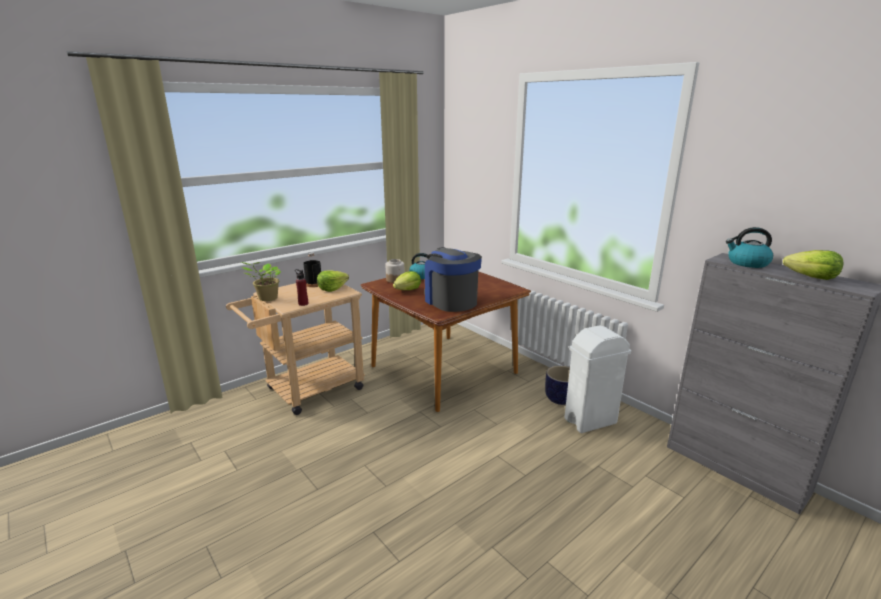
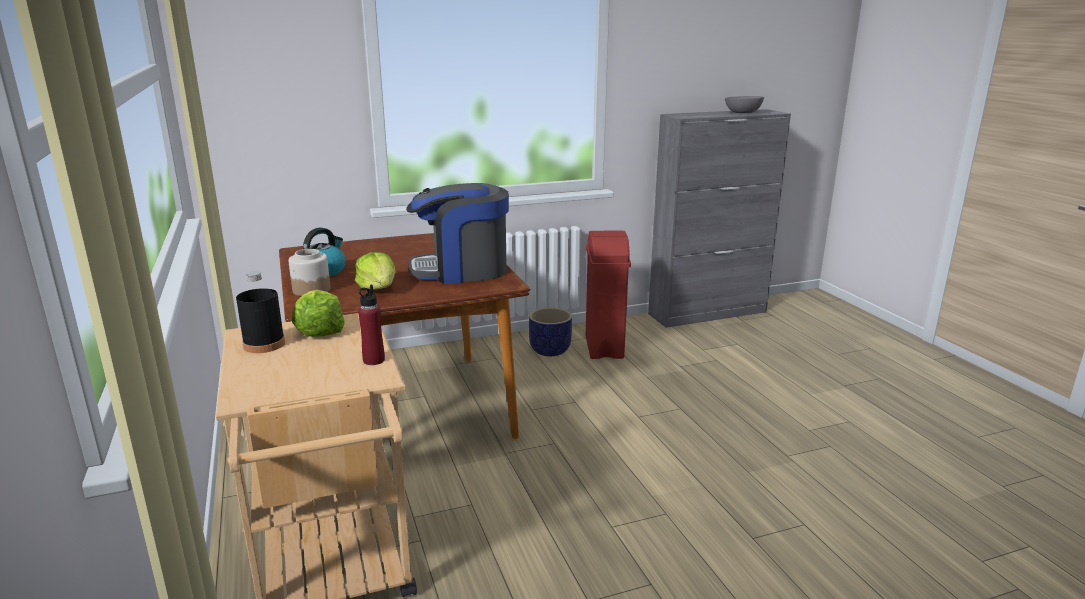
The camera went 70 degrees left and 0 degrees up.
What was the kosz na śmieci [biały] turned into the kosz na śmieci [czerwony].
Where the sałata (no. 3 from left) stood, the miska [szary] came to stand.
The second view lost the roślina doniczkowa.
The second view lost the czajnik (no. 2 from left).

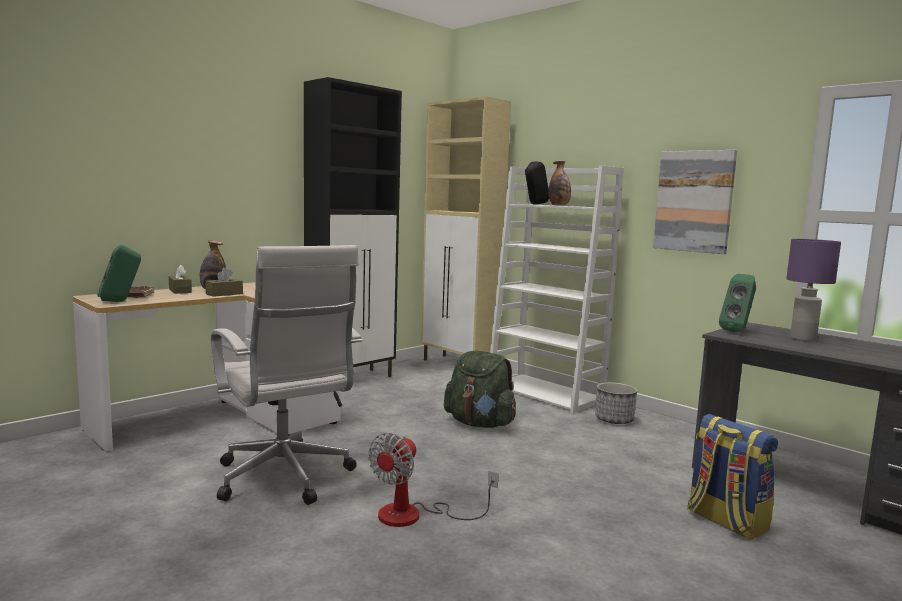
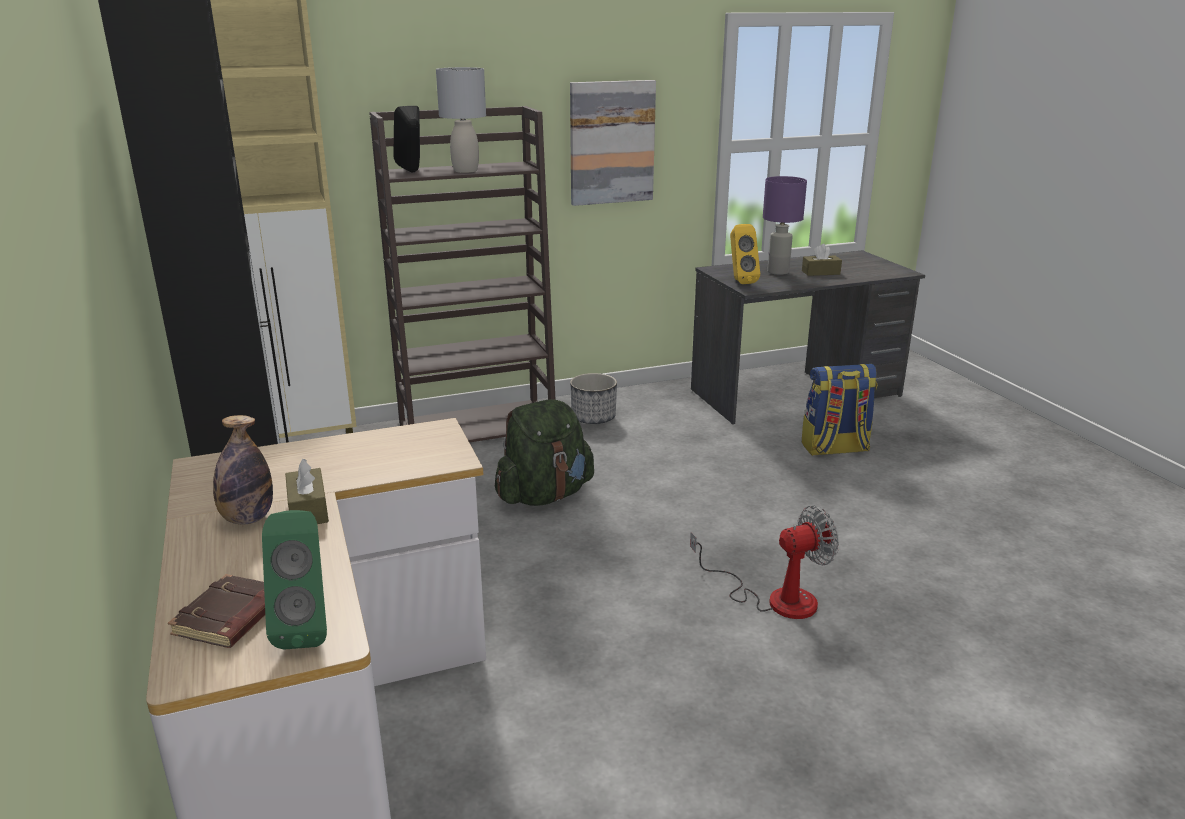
The camera went 65 degrees left and 15 degrees up.
What was the regał [biały] turned into the regał [brązowy].
Where the butelka (no. 2 from left) stood, the lampa stołowa [szary] came to stand.
The wentylator ended up facing another way, 75 degrees counterclockwise from before.
What was the głośnik [zielony] (no. 2 from left) turned into the głośnik [żółty].
The pudełko chusteczek [brązowy] (no. 1 from left in the first image) ended up elsewhere.
The second view lost the krzesło biurowe [biały].

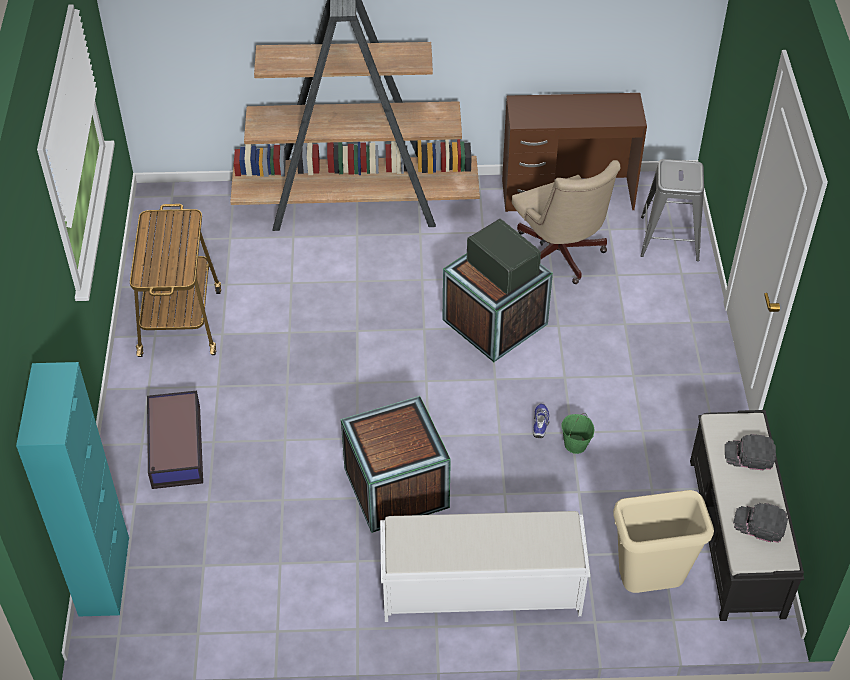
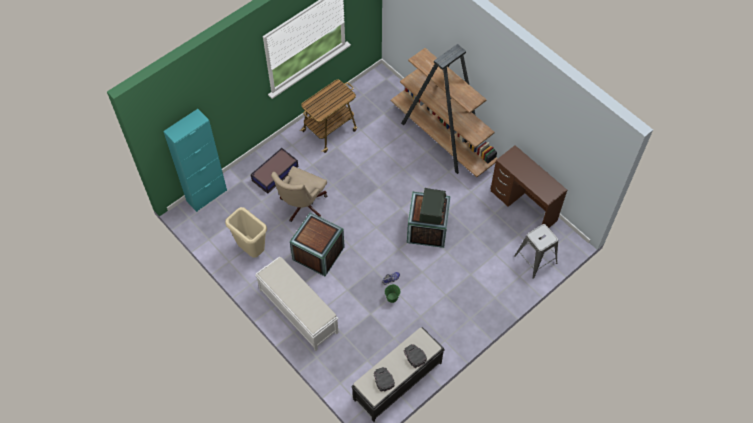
The camera went 50 degrees right and 10 degrees up.
The kosz na śmieci [beżowy] ended up elsewhere.
The krzesło biurowe [beżowy] ended up elsewhere.

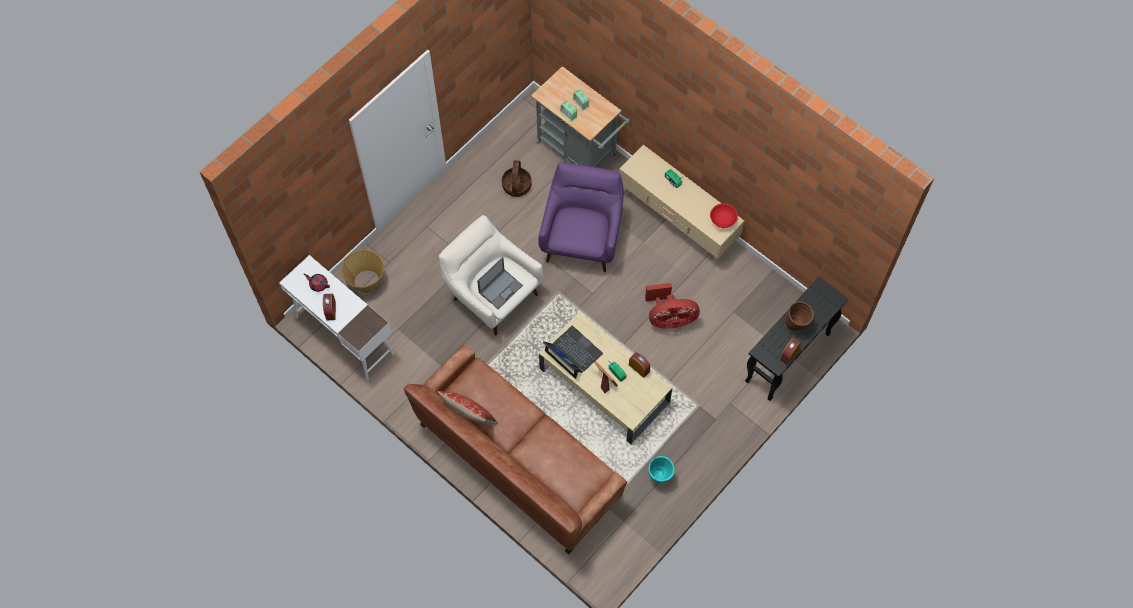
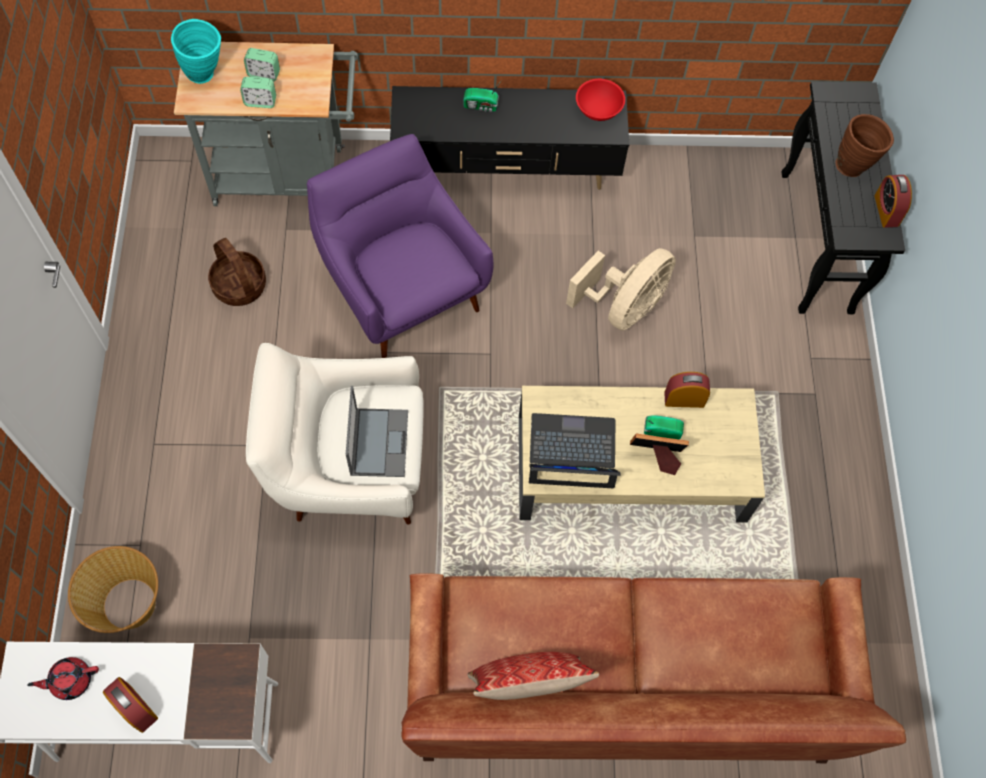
The camera went 45 degrees left and 0 degrees up.
The wazon [turkusowy] ended up elsewhere.
What was the szafka pod telewizor [beżowy] turned into the szafka pod telewizor [czarny].
What was the wentylator [czerwony] turned into the wentylator [beżowy].

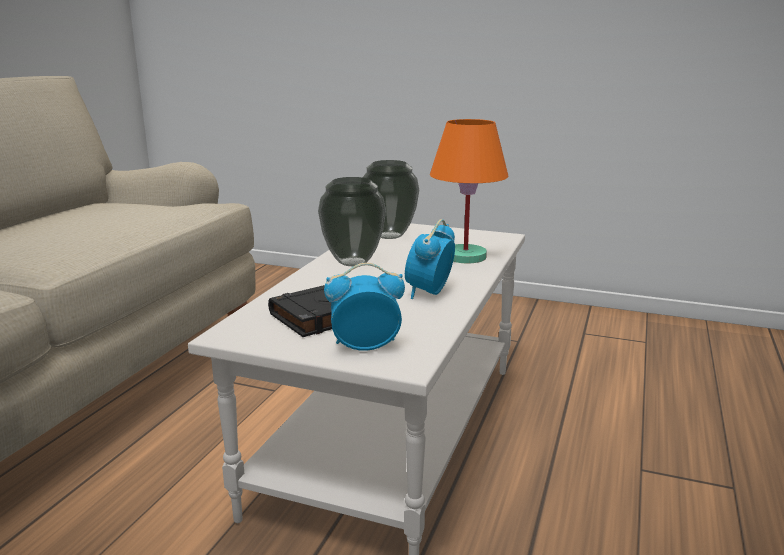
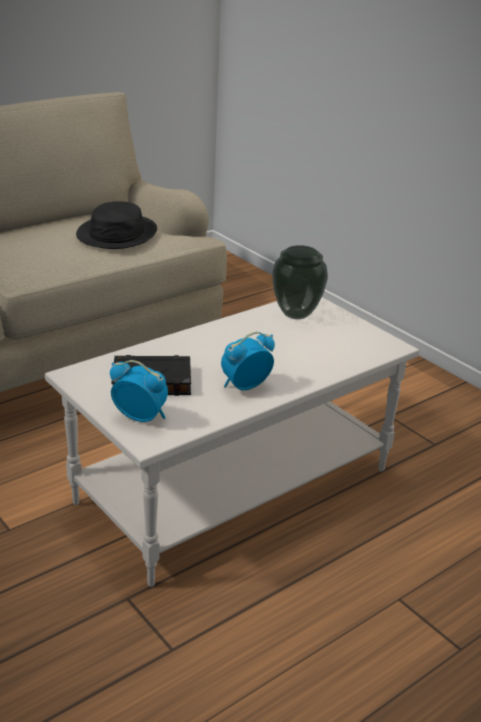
The camera went 30 degrees right and 10 degrees up.
The second view gained the kapelusz [czarny].
The second view lost the wazon (no. 1 from left).
The second view lost the lampa stołowa [pomarańczowy].

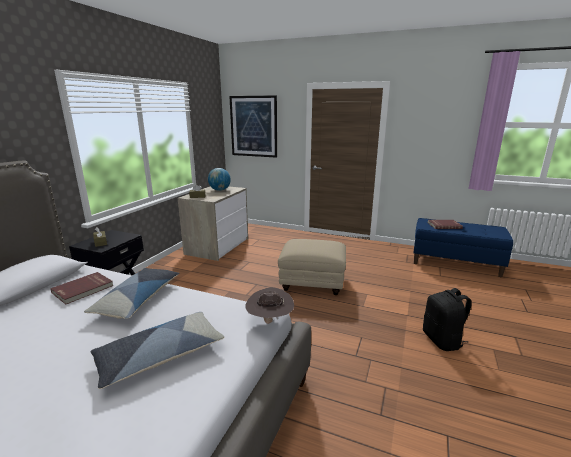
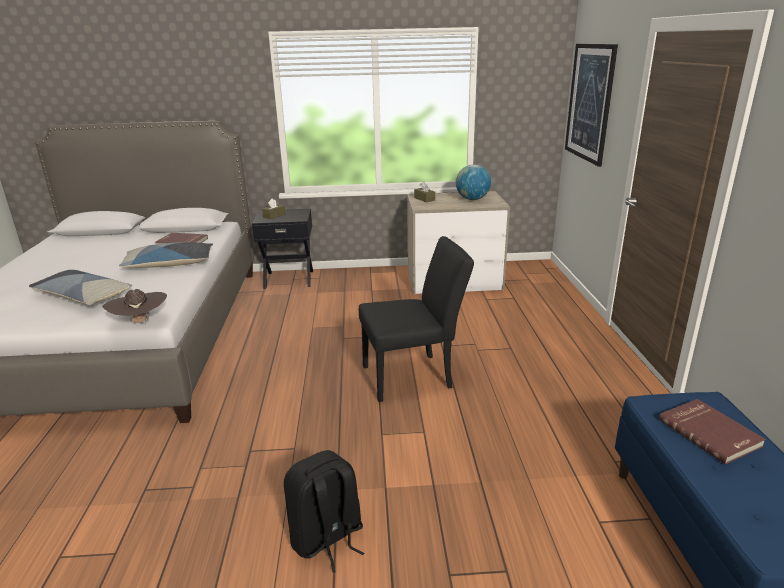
The camera went 65 degrees right and 5 degrees up.
Where the pufa [beżowy] stood, the krzesło [czarny] came to stand.

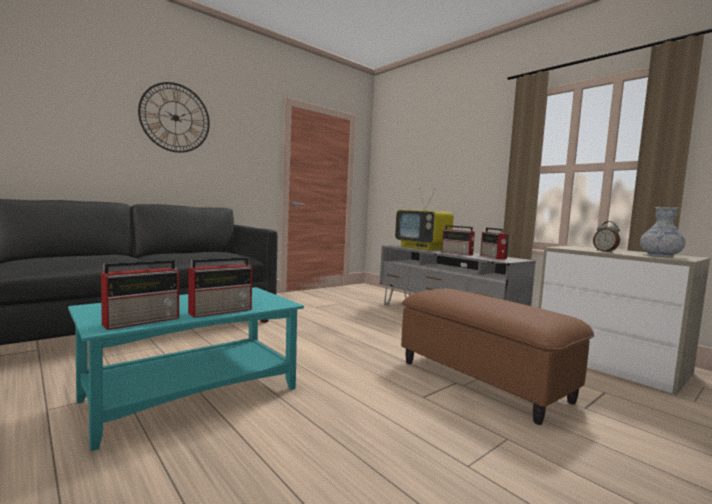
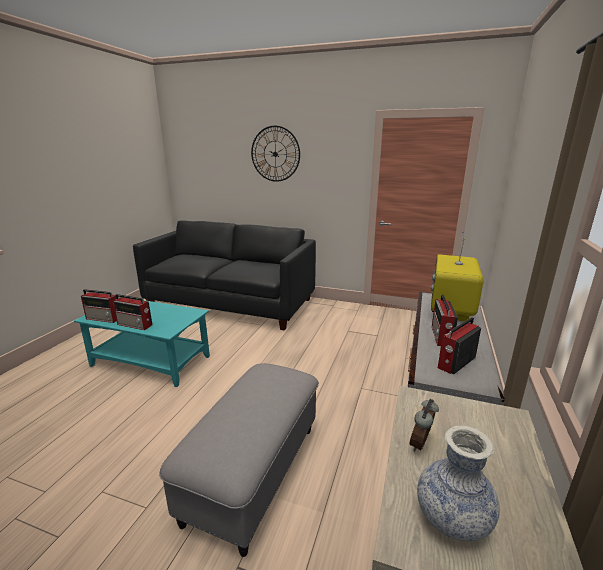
The camera went 60 degrees right and 15 degrees up.
What was the pufa [brązowy] turned into the pufa [szary].

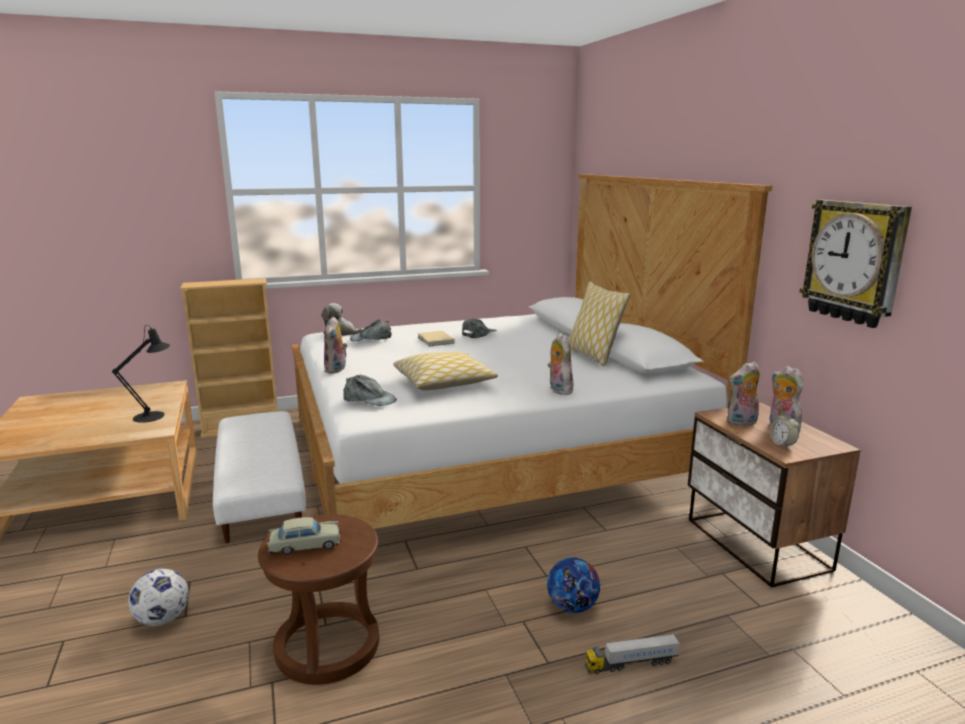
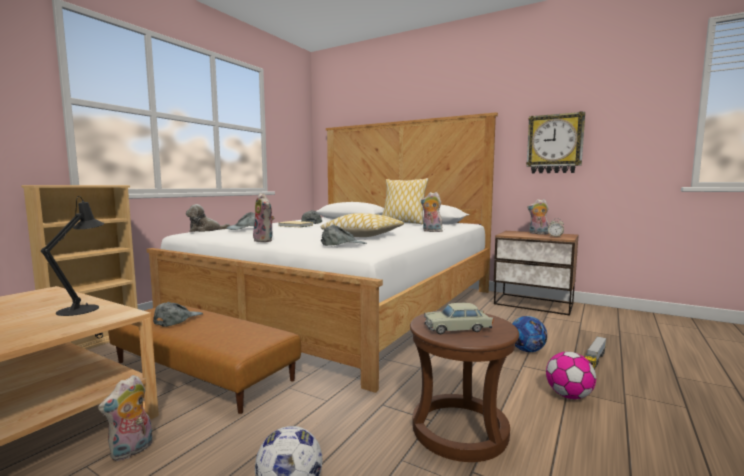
The camera went 40 degrees left and 10 degrees down.
The pluszak (no. 4 from left in the first image) ended up elsewhere.
What was the pufa [biały] turned into the pufa [brązowy].
The second view gained the czapka z daszkiem [szary] (no. 1 from left).
The samochodzik [beżowy] ended up facing another way, 135 degrees counterclockwise from before.
The second view gained the piłka futbolowa (no. 3 from left).

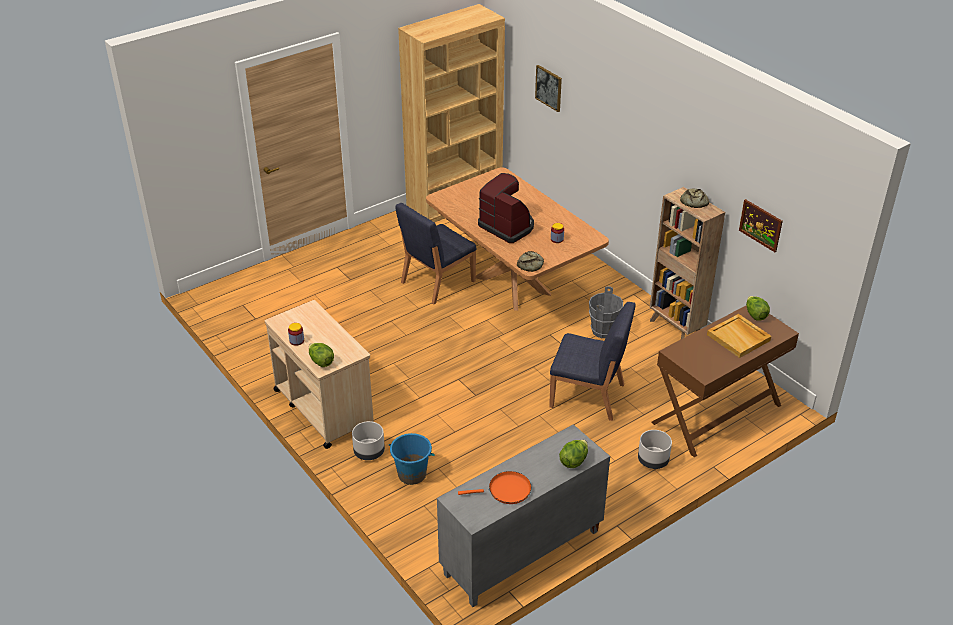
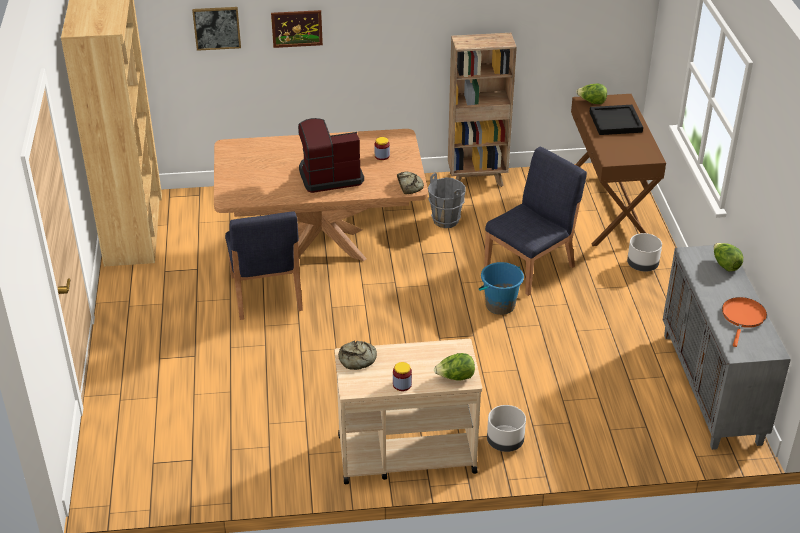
The camera went 60 degrees left and 0 degrees up.
The obraz (no. 2 from left) ended up elsewhere.
The chleb (no. 2 from left in the first image) ended up elsewhere.
The wiadro [niebieski] ended up elsewhere.
What was the taca [beżowy] turned into the taca [czarny].

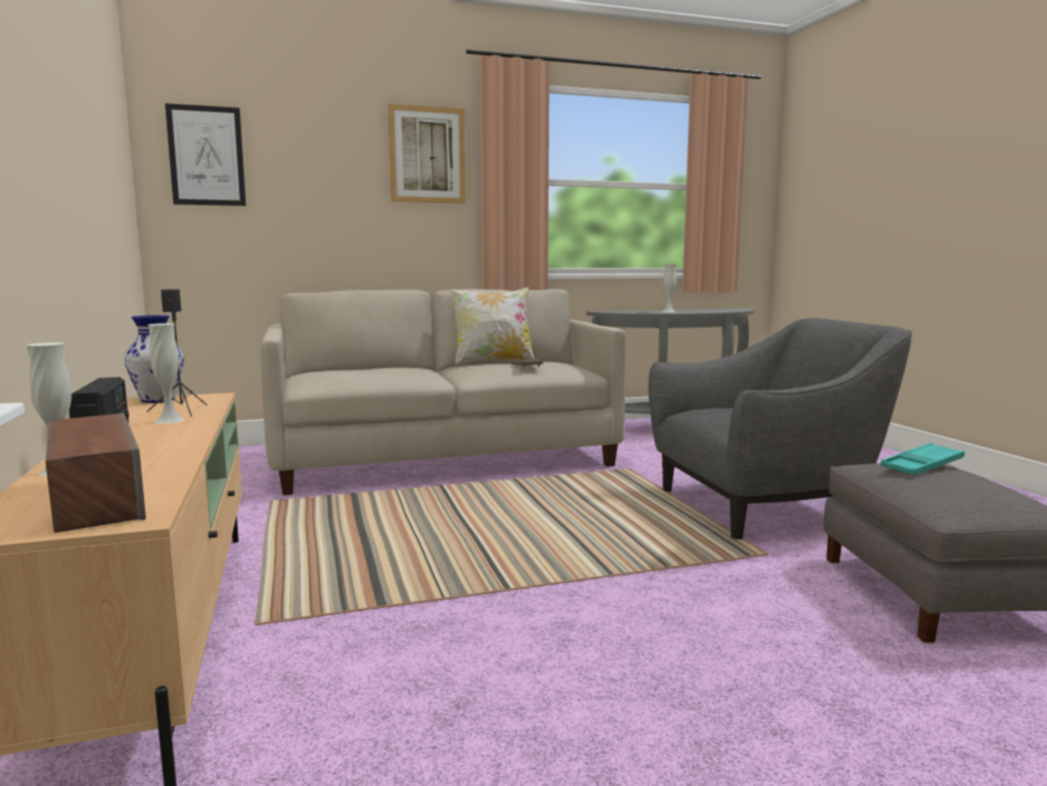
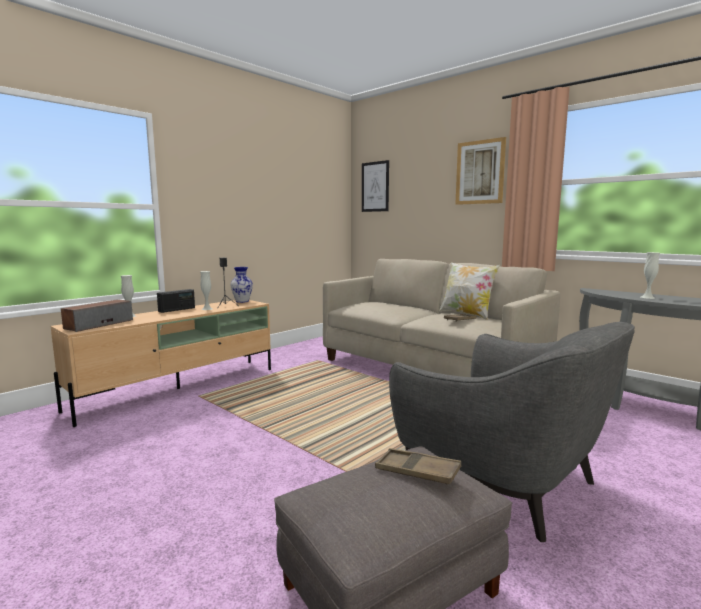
The camera went 60 degrees right and 0 degrees up.
What was the taca [turkusowy] turned into the taca [brązowy] (no. 1 from left).

